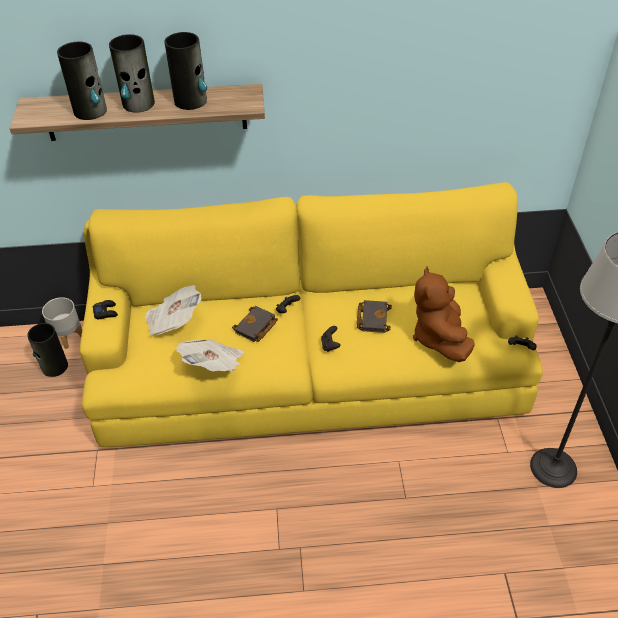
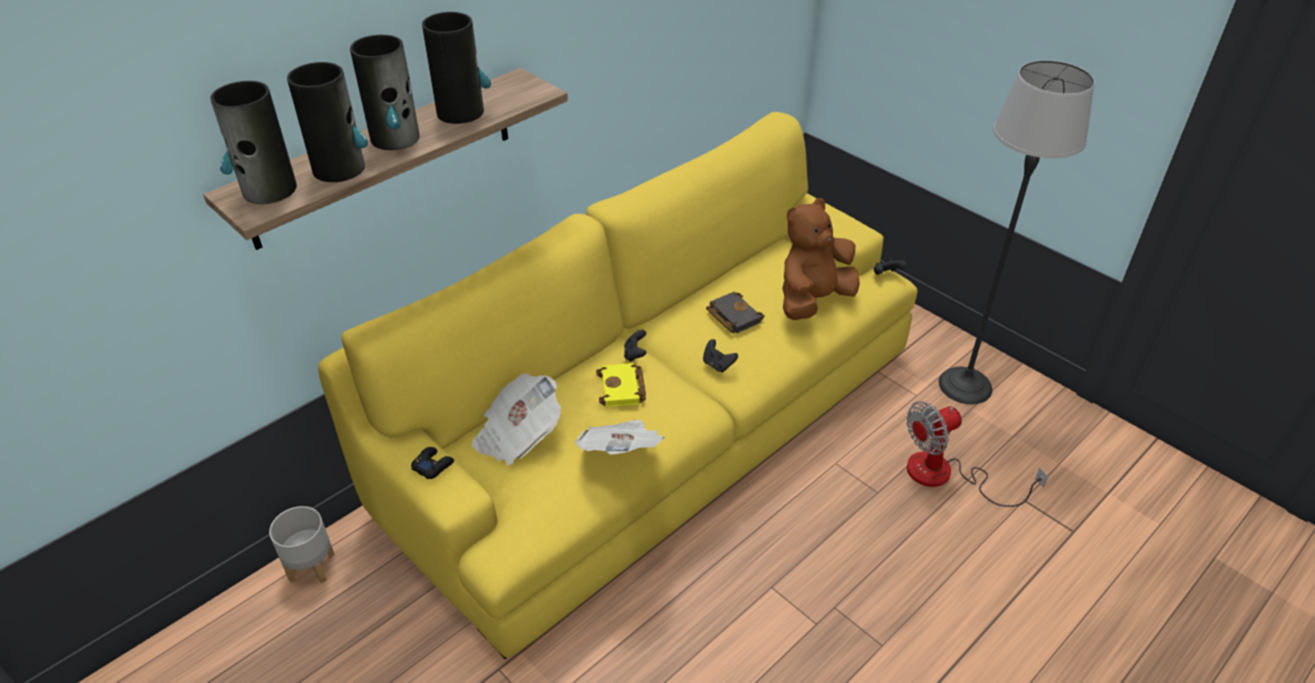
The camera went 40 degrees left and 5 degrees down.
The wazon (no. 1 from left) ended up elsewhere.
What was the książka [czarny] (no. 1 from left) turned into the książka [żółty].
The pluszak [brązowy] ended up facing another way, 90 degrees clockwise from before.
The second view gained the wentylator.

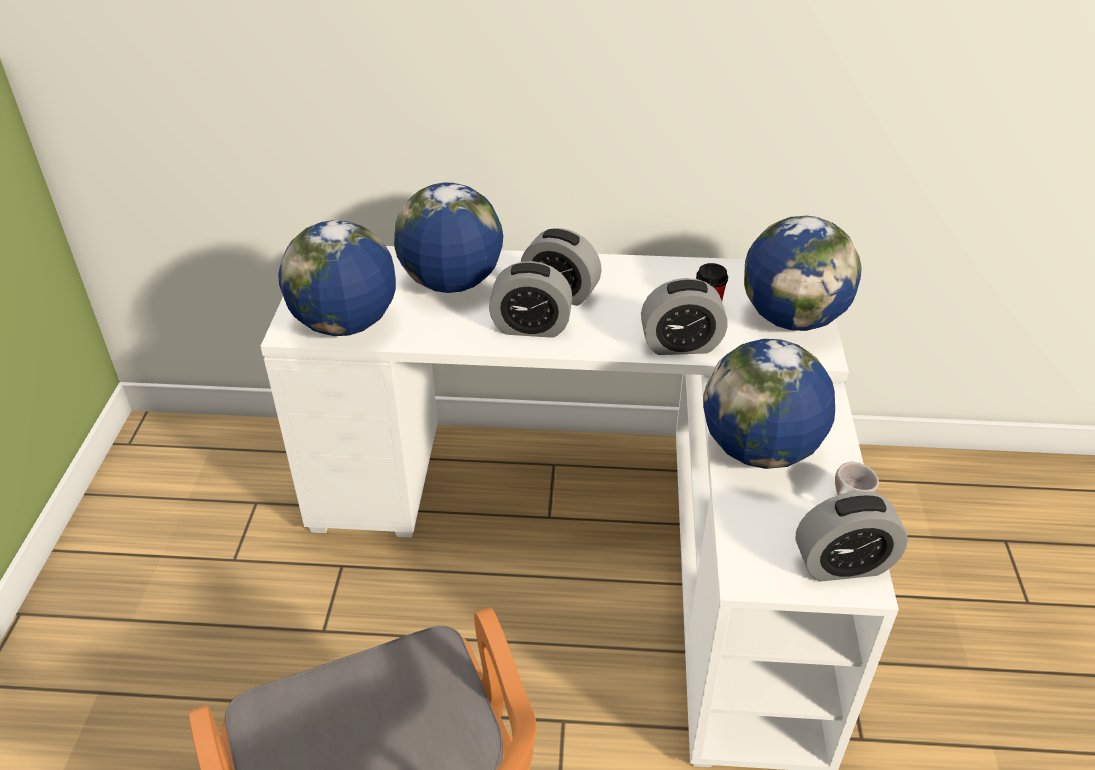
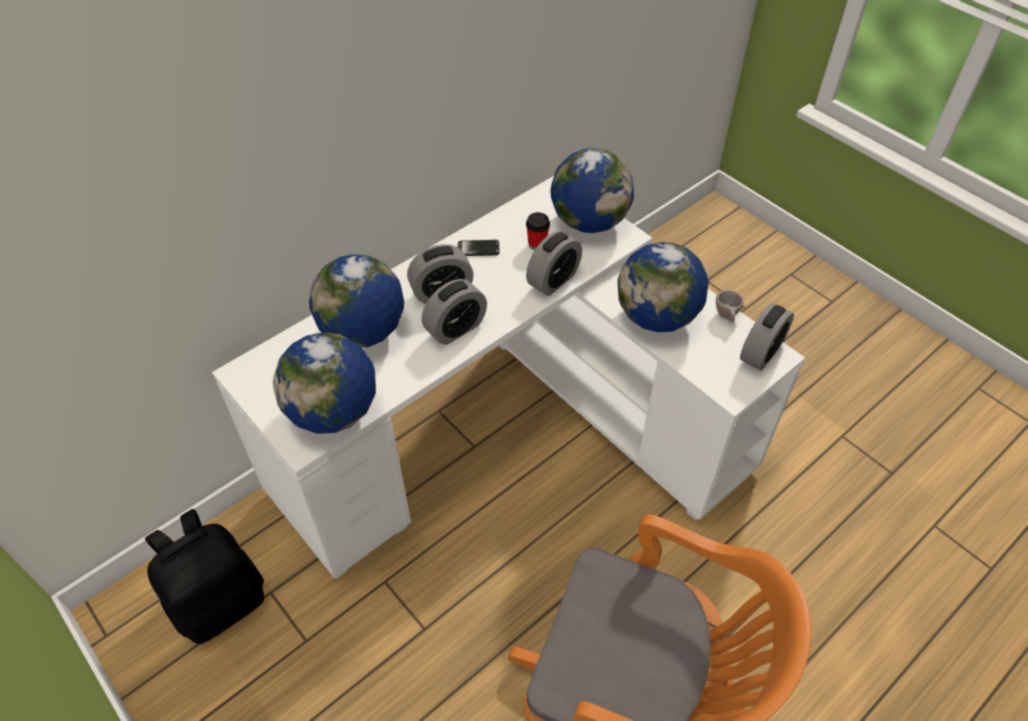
The camera went 45 degrees left and 10 degrees up.
The second view gained the plecak [czarny].
The second view gained the telefon.

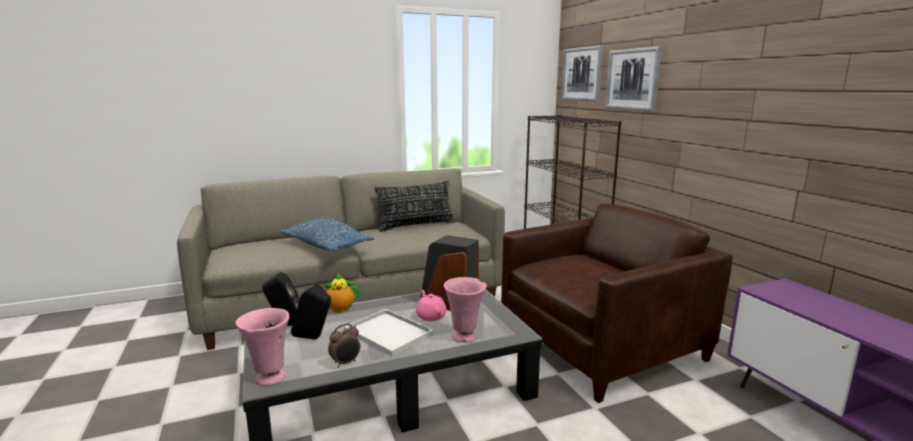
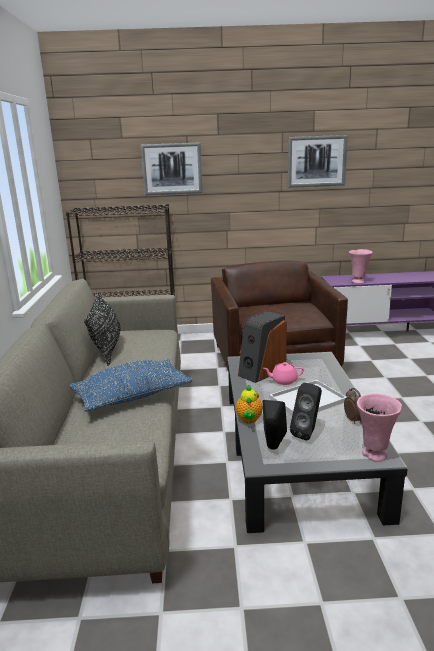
The camera went 70 degrees left and 5 degrees up.
The obraz (no. 1 from left in the first image) ended up elsewhere.
The wazon [różowy] (no. 2 from left in the first image) ended up elsewhere.

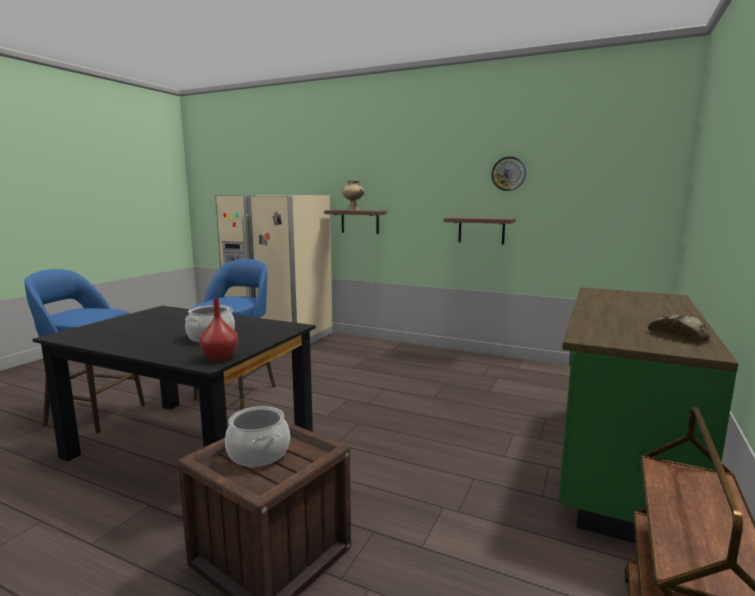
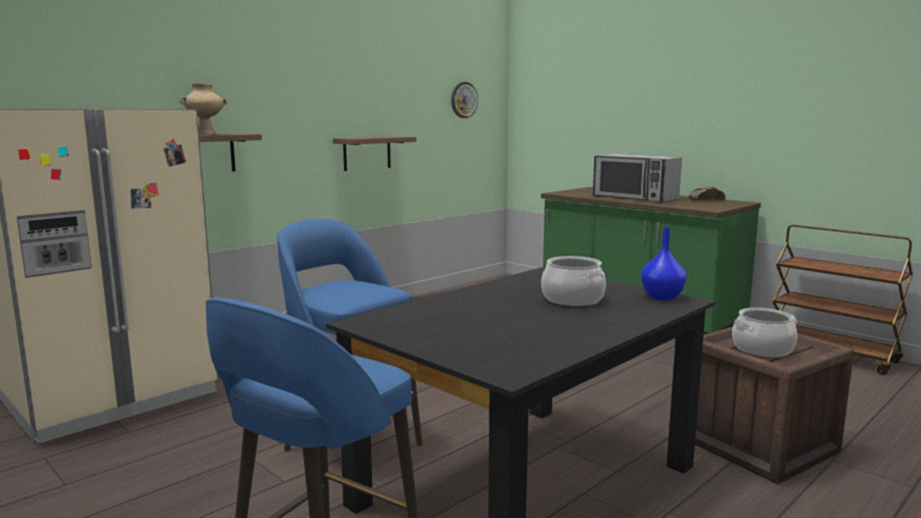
The camera went 70 degrees left and 0 degrees up.
The zegar ścienny ended up elsewhere.
The second view gained the mikrofalówka.
What was the wazon [czerwony] turned into the wazon [niebieski].

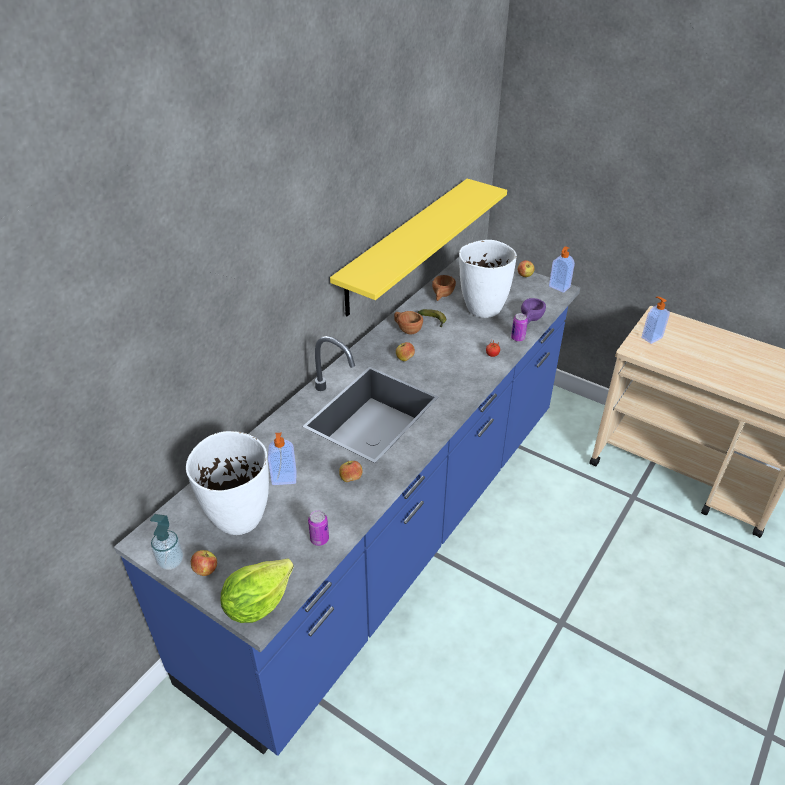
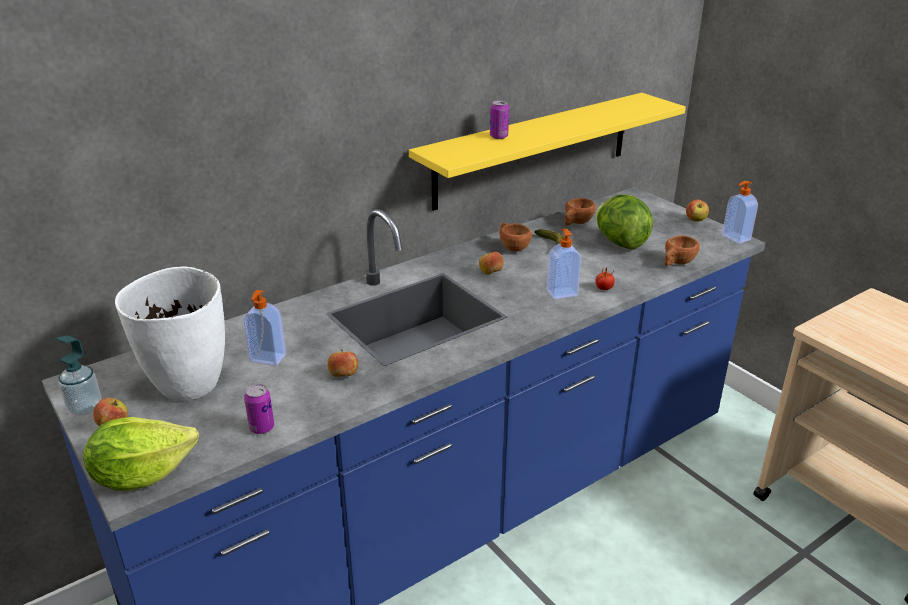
The camera went 20 degrees right and 10 degrees down.
The puszka (no. 2 from left) ended up elsewhere.
The dozownik mydła (no. 4 from left in the first image) ended up elsewhere.
Where the wazon [biały] (no. 2 from left) stood, the sałata (no. 2 from left) came to stand.
What was the filiżanka [fioletowy] turned into the filiżanka [brązowy] (no. 3 from left).

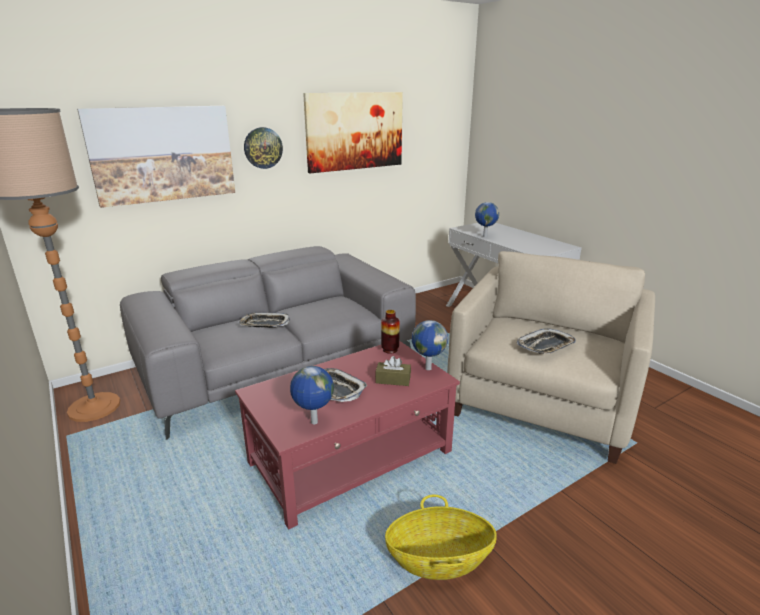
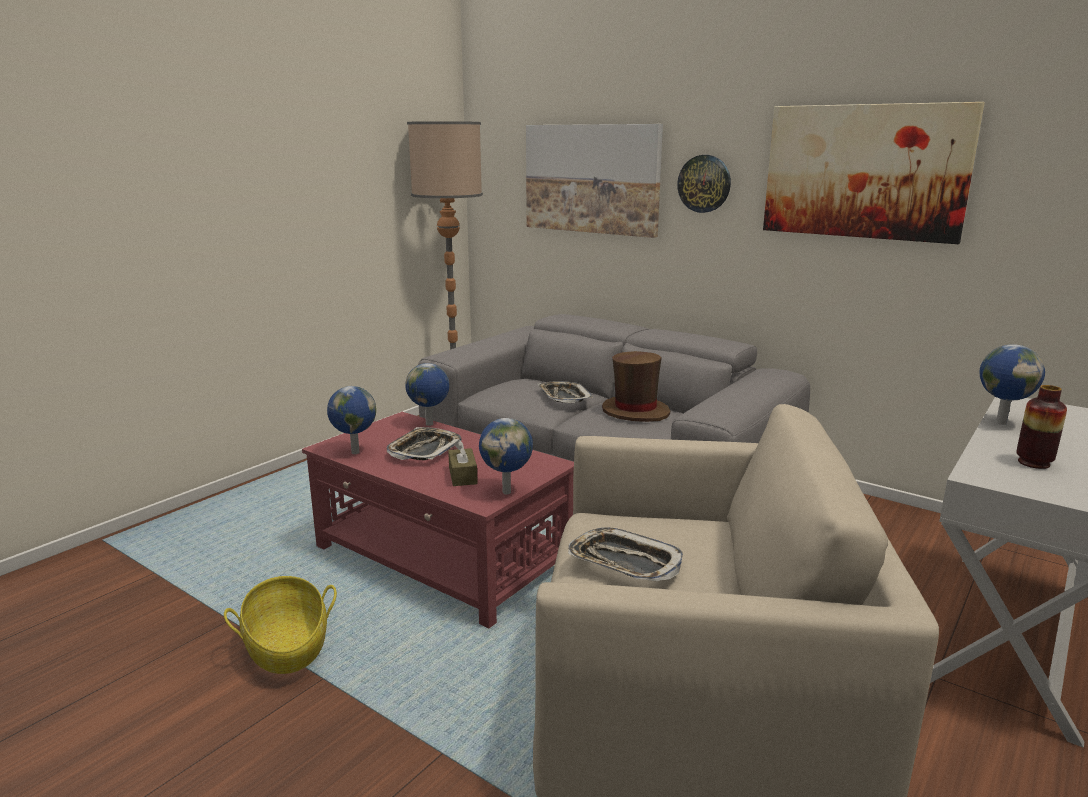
The camera went 70 degrees right and 5 degrees down.
The second view gained the globus (no. 2 from left).
The second view gained the kapelusz [brązowy].
The wazon ended up elsewhere.

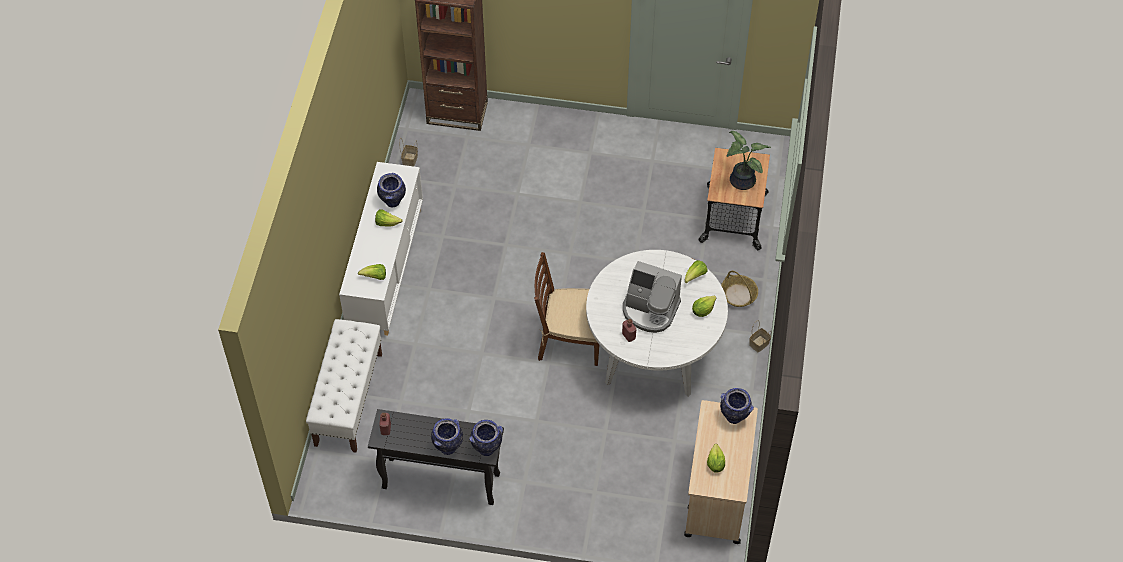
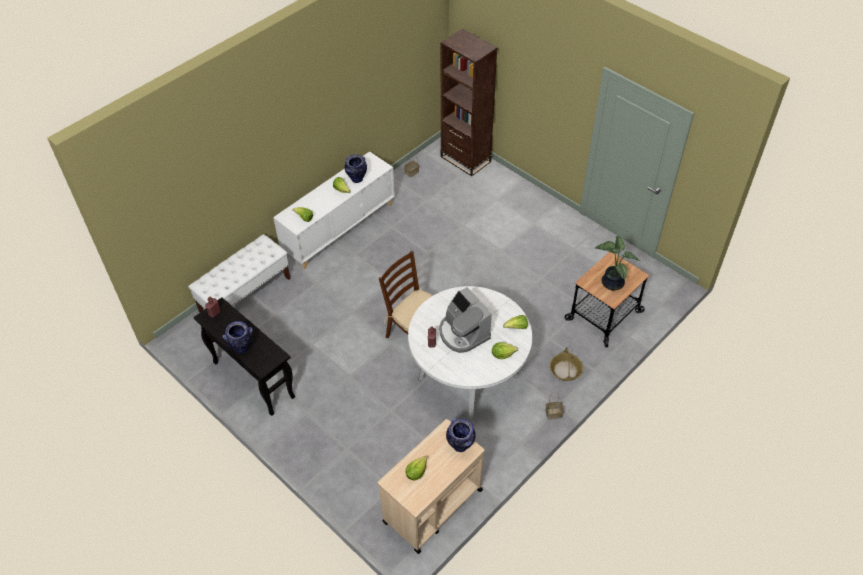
The camera went 35 degrees right and 5 degrees down.
The second view lost the wazon (no. 3 from left).

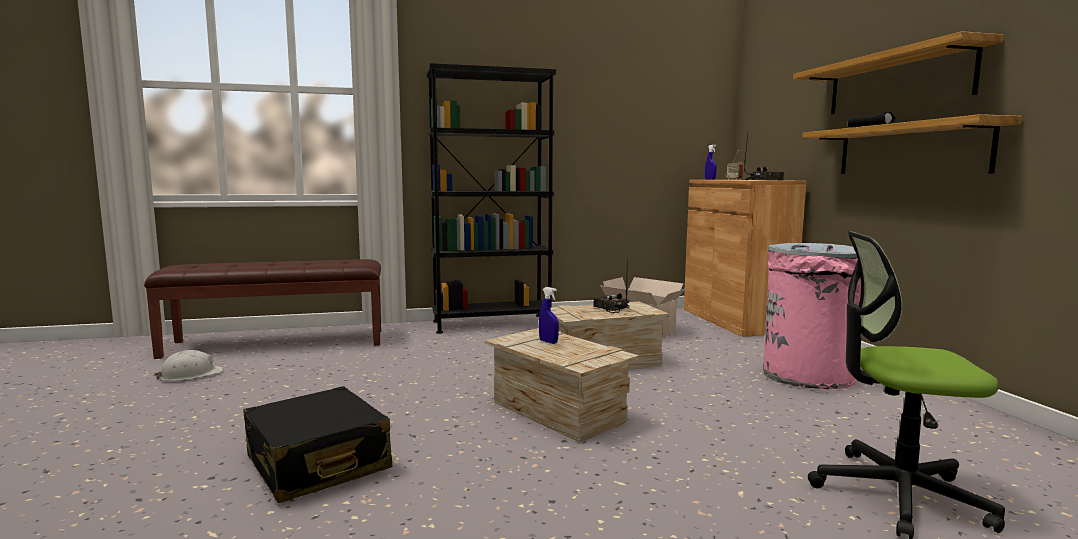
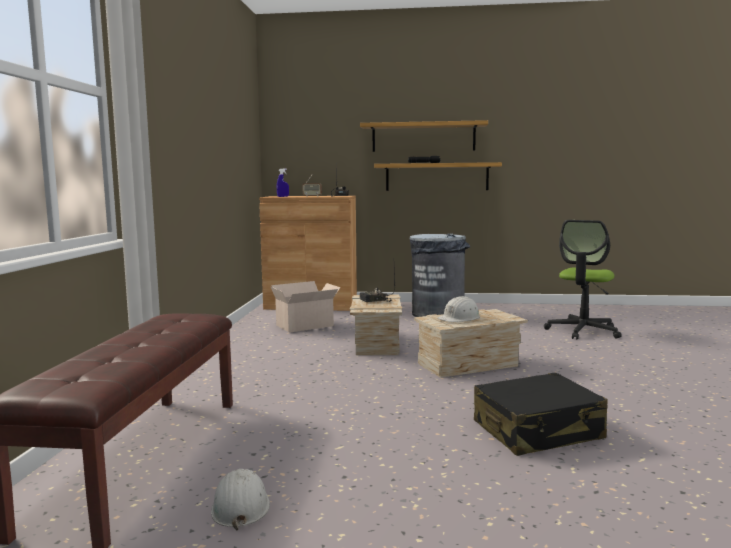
The camera went 70 degrees left and 0 degrees up.
What was the kosz na śmieci [różowy] turned into the kosz na śmieci [szary].
Where the spryskiwacz [niebieski] (no. 1 from left) stood, the kask [biały] (no. 2 from left) came to stand.
The second view lost the regał [czarny].

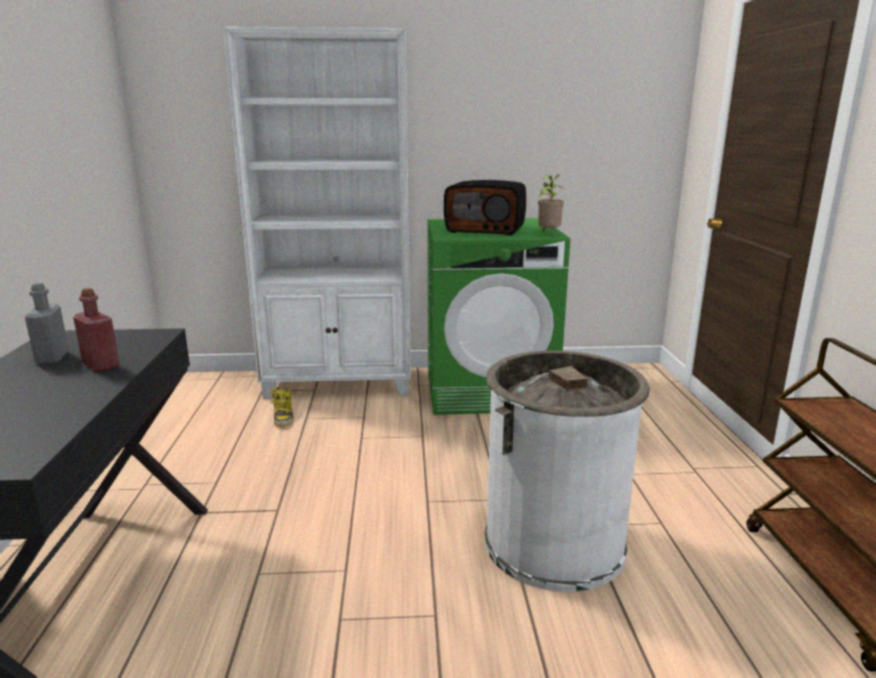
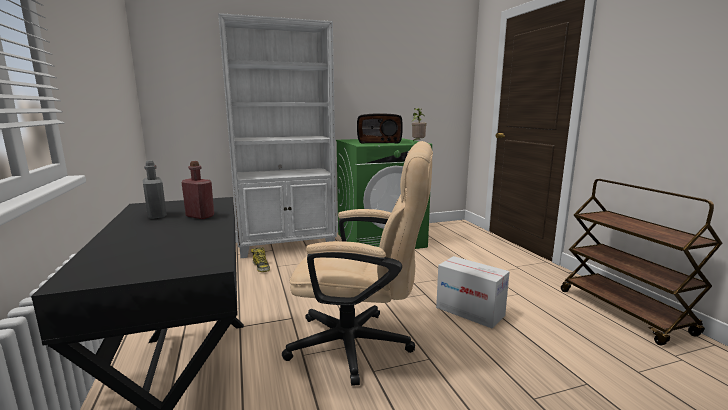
The camera went 15 degrees left and 5 degrees down.
The second view gained the krzesło biurowe [beżowy].
Where the kosz na śmieci [biały] stood, the karton came to stand.

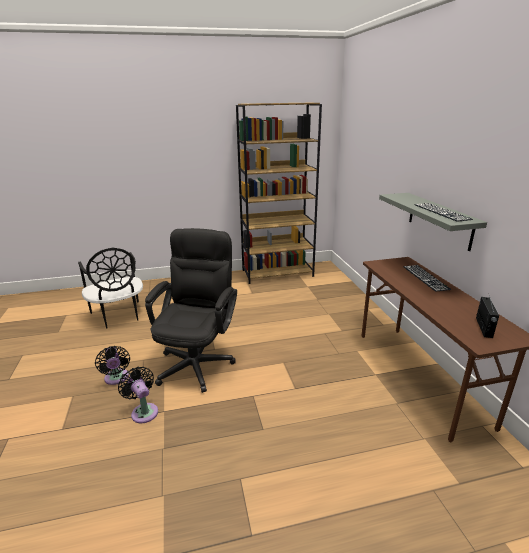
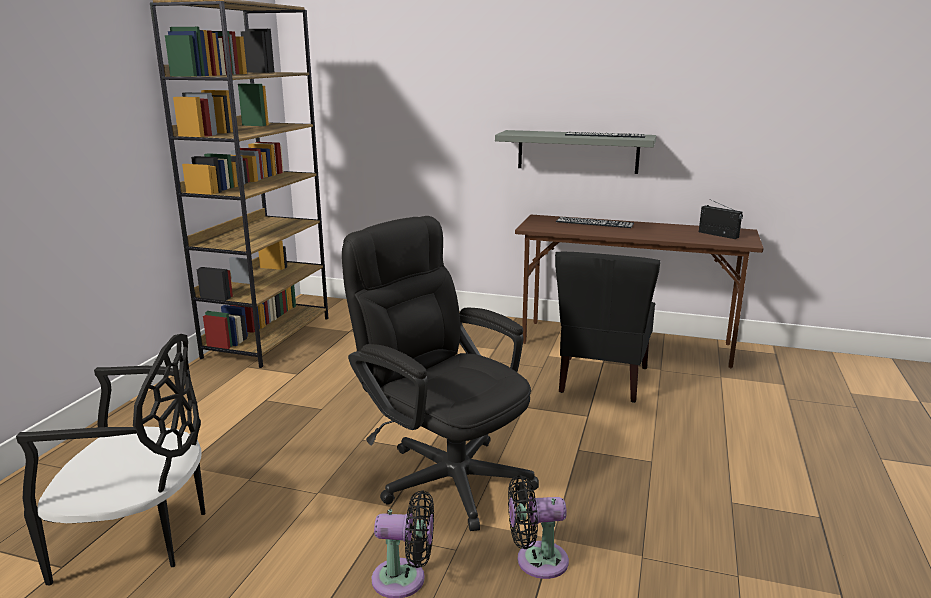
The camera went 60 degrees left and 5 degrees down.
The second view gained the krzesło [czarny] (no. 2 from left).

